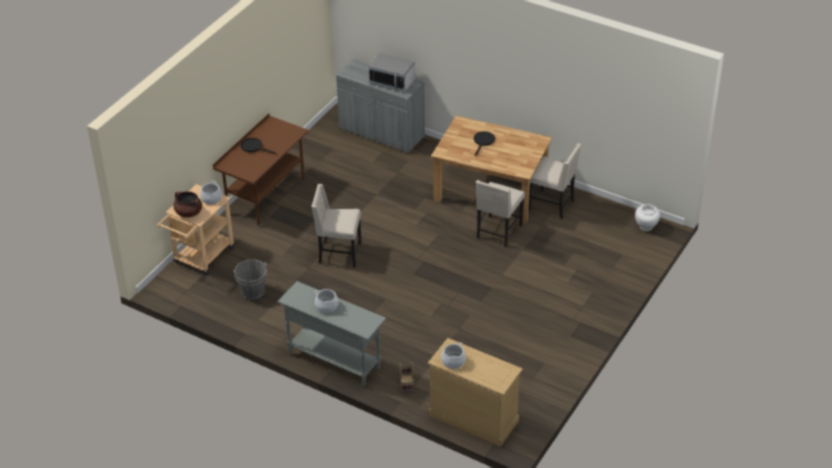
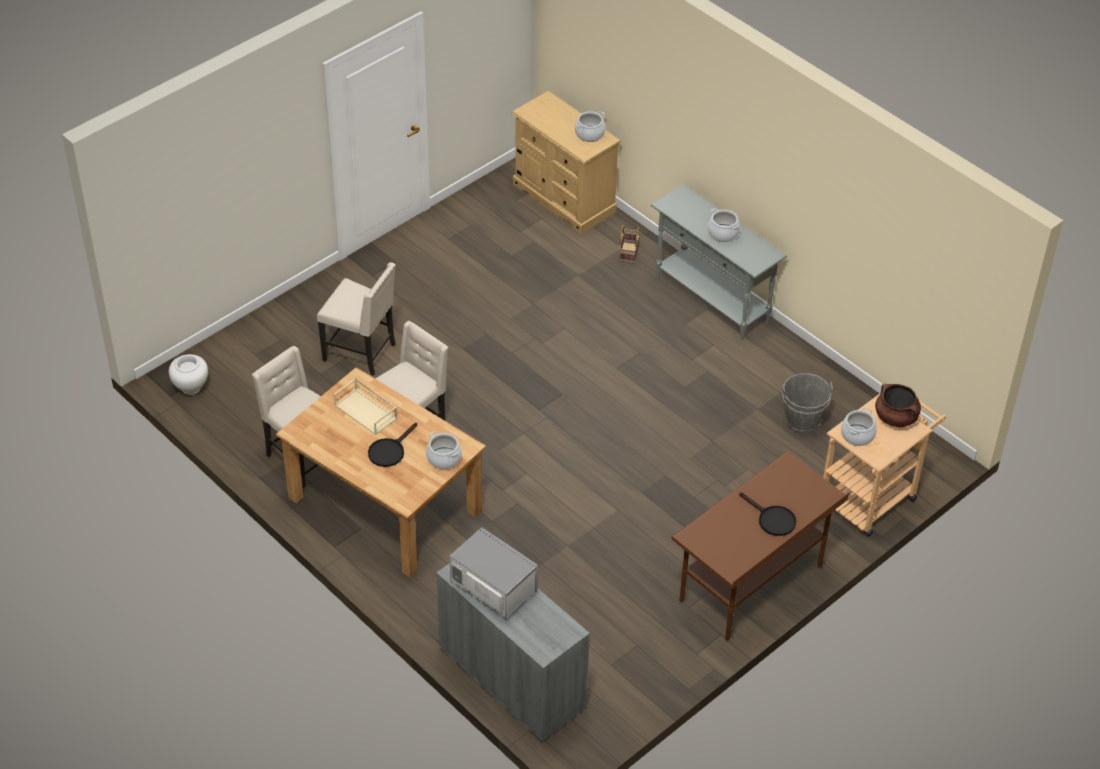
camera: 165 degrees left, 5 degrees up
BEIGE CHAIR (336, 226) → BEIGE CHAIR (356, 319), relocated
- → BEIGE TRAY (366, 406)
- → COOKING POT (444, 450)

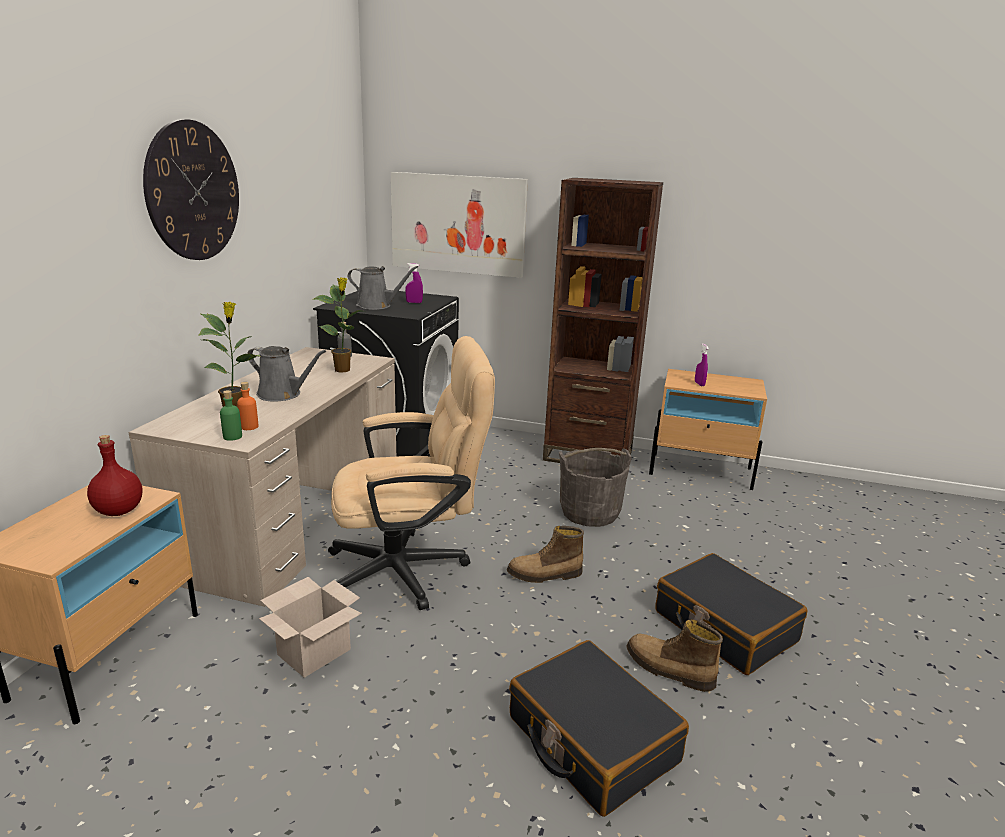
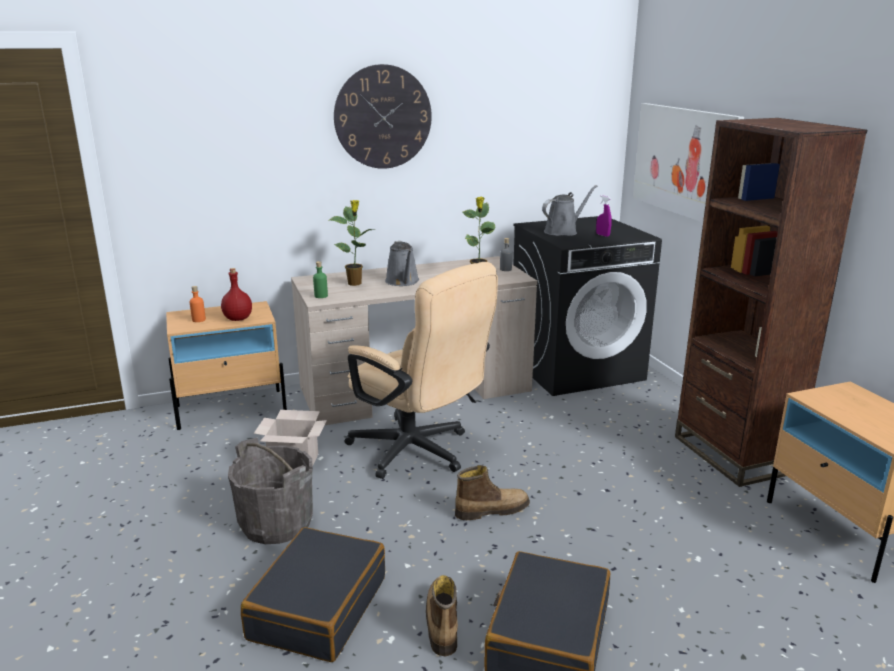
camera: 55 degrees right, 0 degrees up
ORANGE BOTTLE (248, 406) → ORANGE BOTTLE (198, 304), relocated
GREY BUCKET (595, 487) → GREY BUCKET (270, 490), relocated
BOOT (545, 554) → BOOT (492, 492), 120 degrees clockwise
GREY WATERING CAN (383, 288) → GREY WATERING CAN (569, 210), 105 degrees counterclockwise
PURPLE SPRAY BOTTLE (702, 364) → -

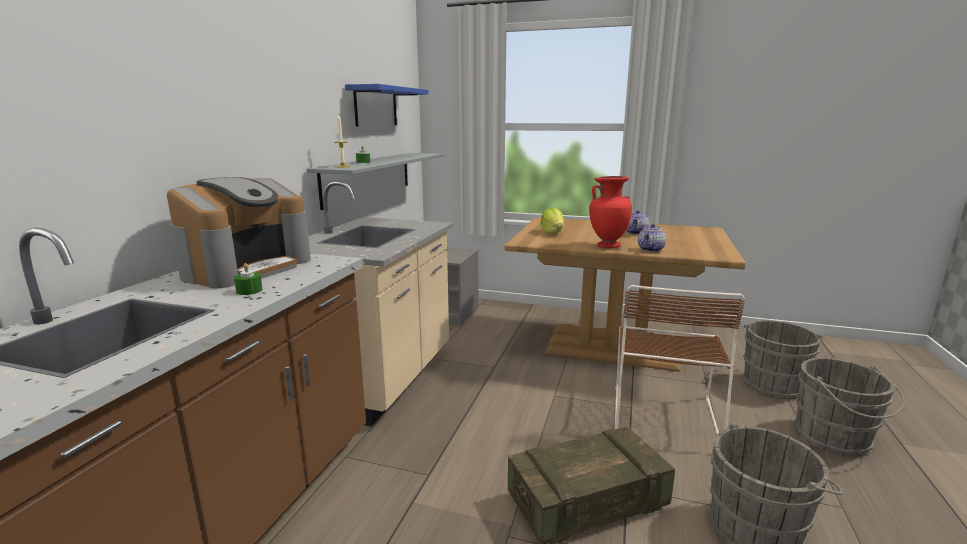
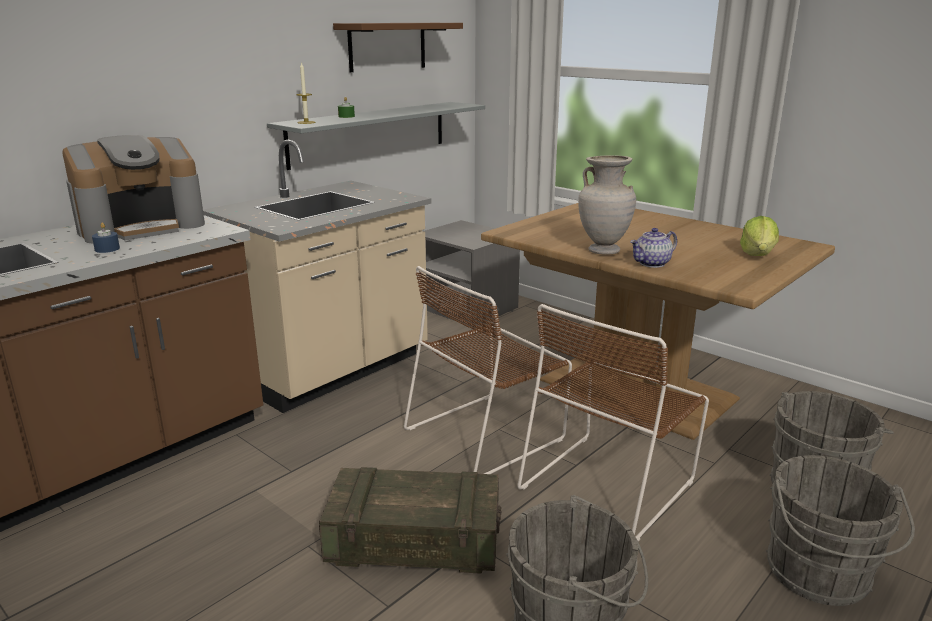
camera: 25 degrees right, 5 degrees up
GREEN CANDLE (248, 279) → BLUE CANDLE (106, 238)
BLUE SHELF (387, 105) → BROWN SHELF (398, 47)
- → BROWN CHAIR (488, 370)
RED VASE (610, 212) → BEIGE VASE (607, 205)
LETTUCE (552, 221) → LETTUCE (759, 236), relocated
TEAPOT (637, 222) → -

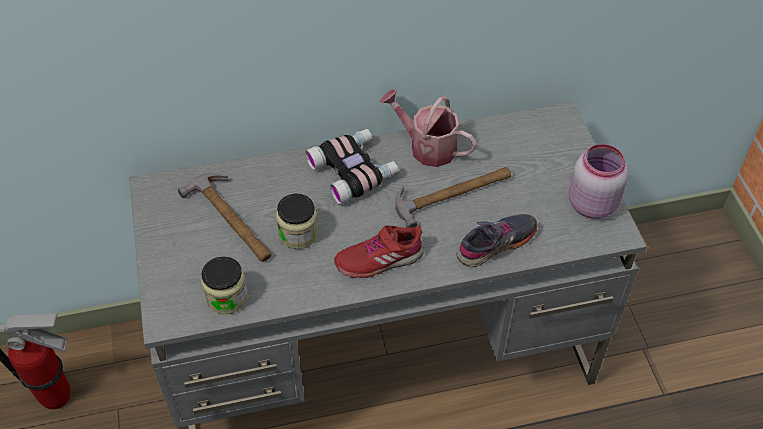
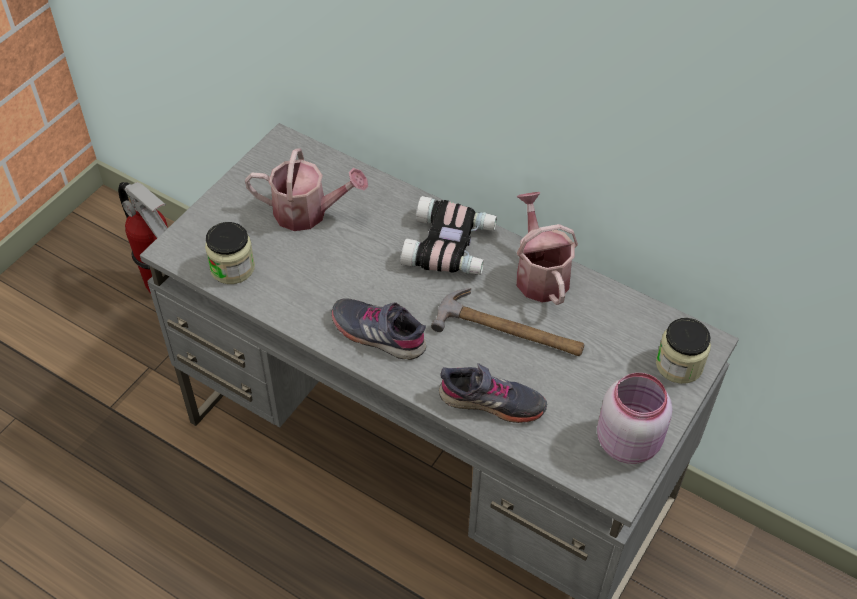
camera: 45 degrees right, 0 degrees up
HAMMER (225, 217) → WATERING CAN (306, 189)
RED SHOE (379, 251) → GREY SHOE (378, 329)
JAR (297, 221) → JAR (683, 351), relocated

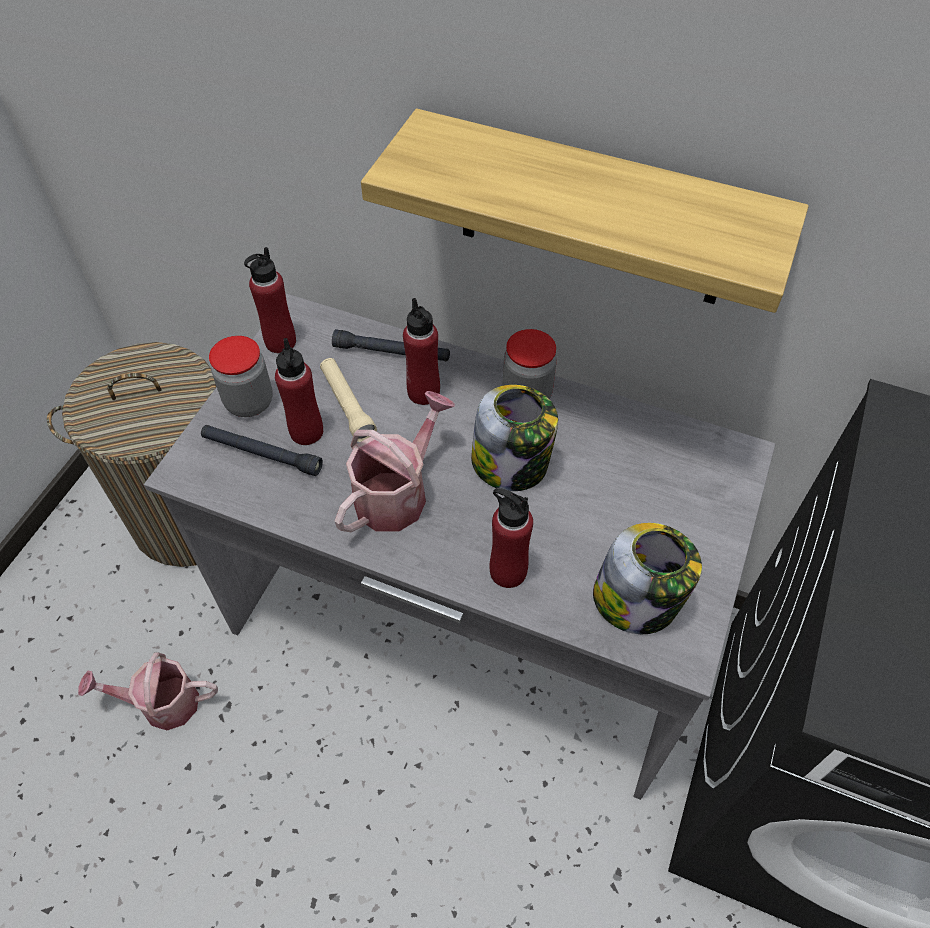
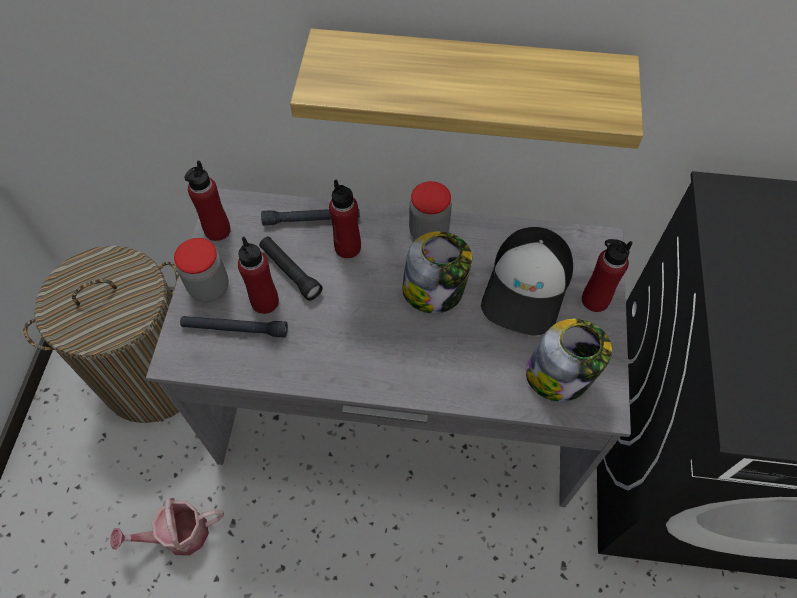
camera: 15 degrees left, 5 degrees up
BEIGE FLASHLIGHT (348, 400) → BLACK FLASHLIGHT (291, 269)
- → CAP (527, 281)
RED BOTTLE (511, 538) → RED BOTTLE (607, 275), relocated
WATERING CAN (395, 461) → -

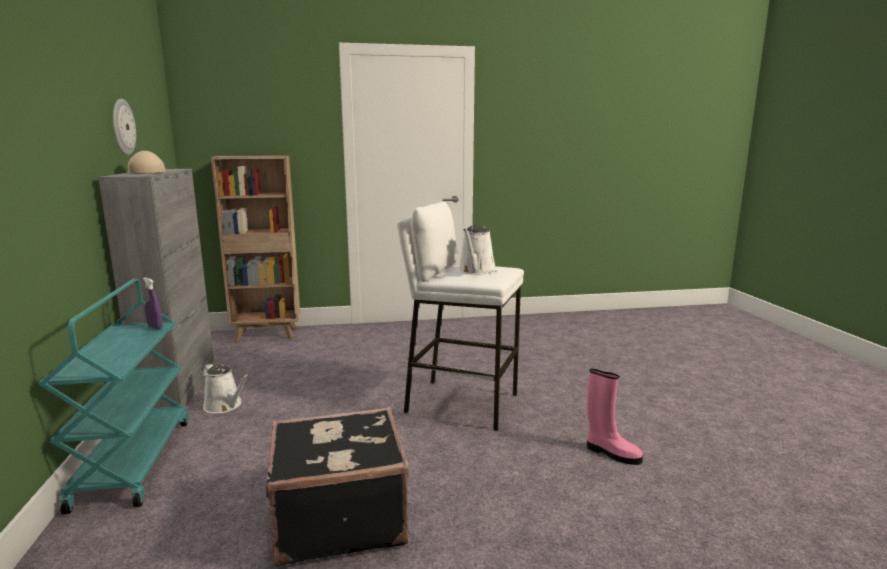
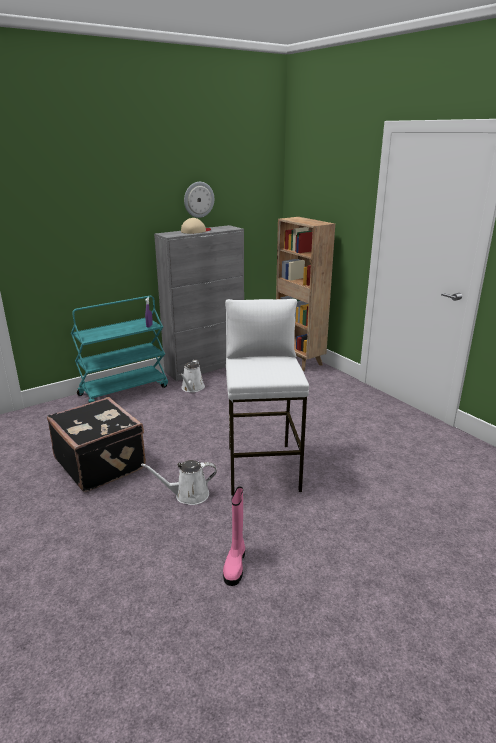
camera: 65 degrees right, 10 degrees up
WHITE WATERING CAN (477, 250) → WHITE WATERING CAN (179, 482), relocated

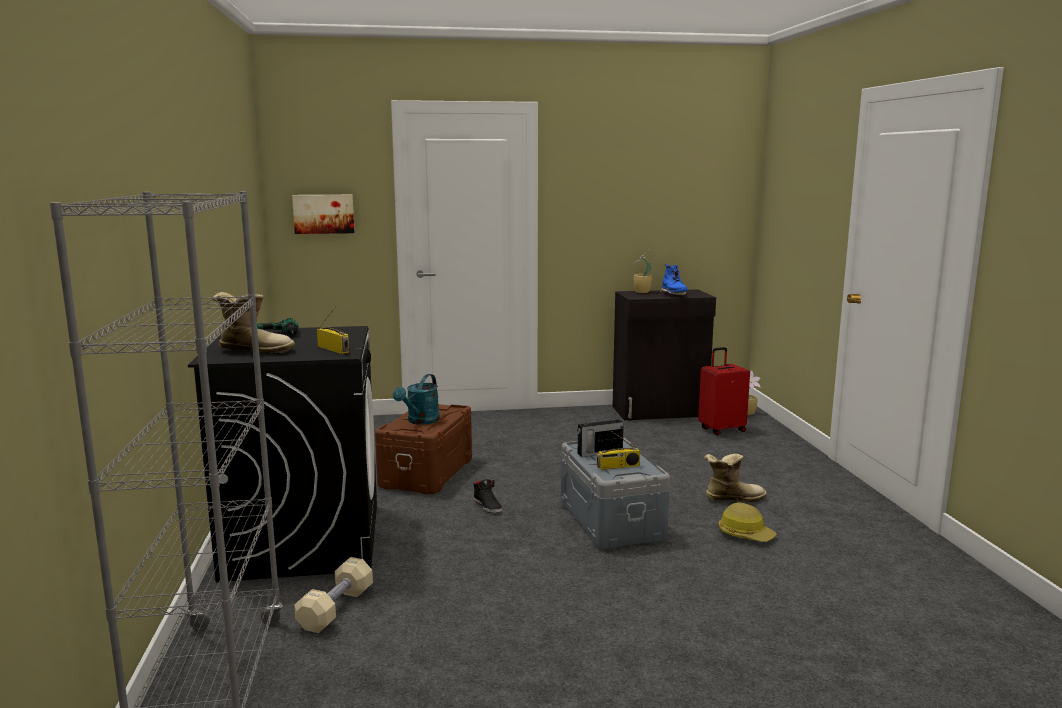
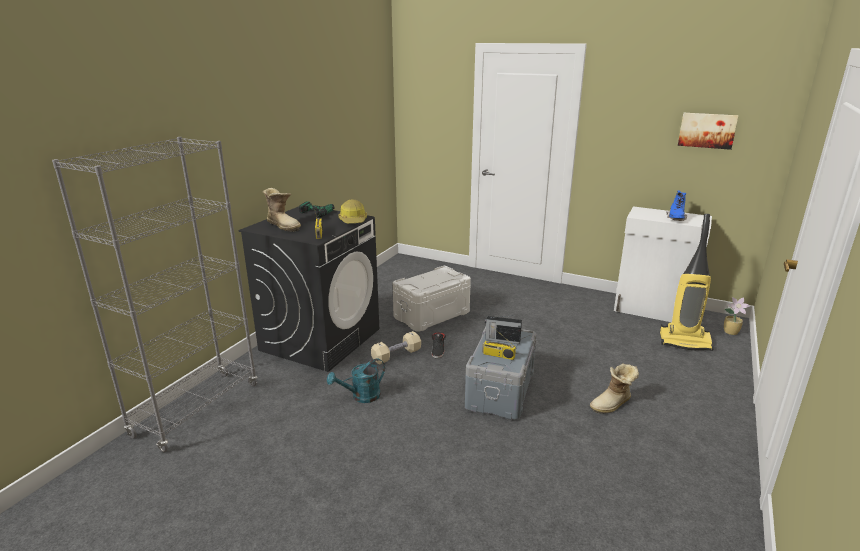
camera: 35 degrees right, 10 degrees up
TURQUOISE WATERING CAN (416, 399) → TURQUOISE WATERING CAN (356, 380), relocated
HARD HAT (748, 522) → HARD HAT (352, 211), relocated
BEIGE DUMBBELL (333, 595) → BEIGE DUMBBELL (396, 348), relocated
BROWN STORAGE BOX (423, 449) → WHITE STORAGE BOX (432, 299)
BOOT (735, 478) → BOOT (614, 388), 120 degrees clockwise
BLACK CABINET (664, 354) → WHITE CABINET (663, 264)
RED SUITCASE (724, 391) → VACUUM CLEANER (687, 282)
PICTURE (323, 214) → PICTURE (708, 131), relocated
POTTED PLANT (642, 271) → -

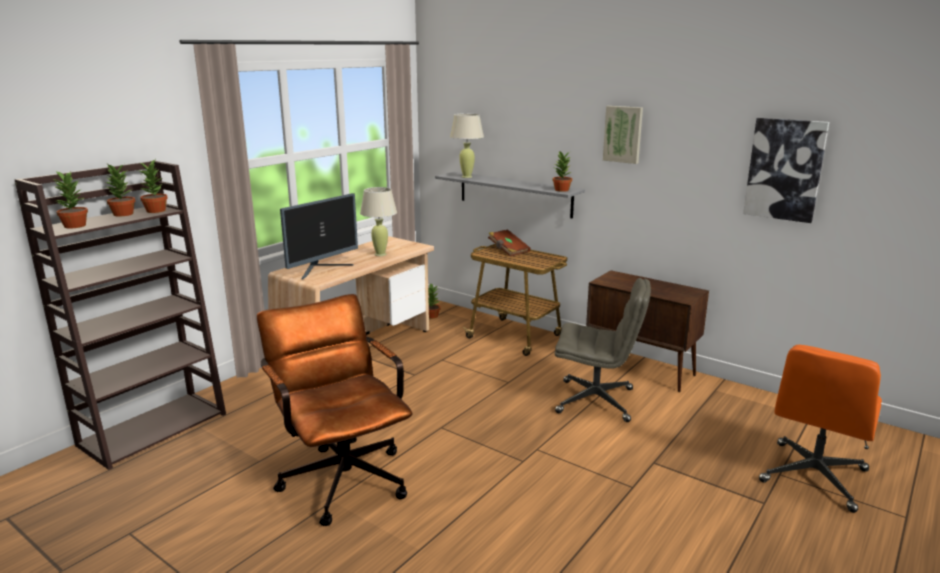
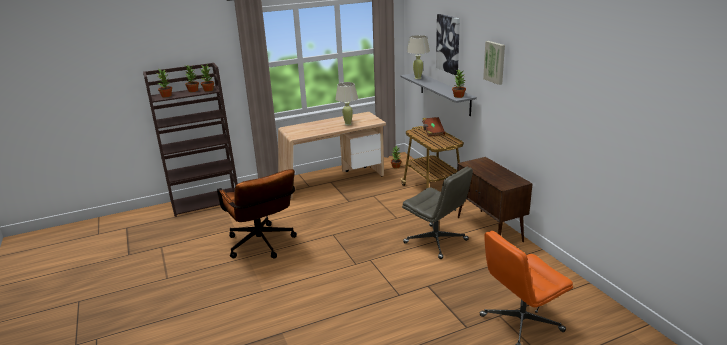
camera: 30 degrees right, 5 degrees up
BROWN OFFICE CHAIR (335, 410) → BROWN OFFICE CHAIR (257, 213), 150 degrees clockwise
PICTURE (786, 170) → PICTURE (448, 44), relocated
MONITOR (319, 236) → -

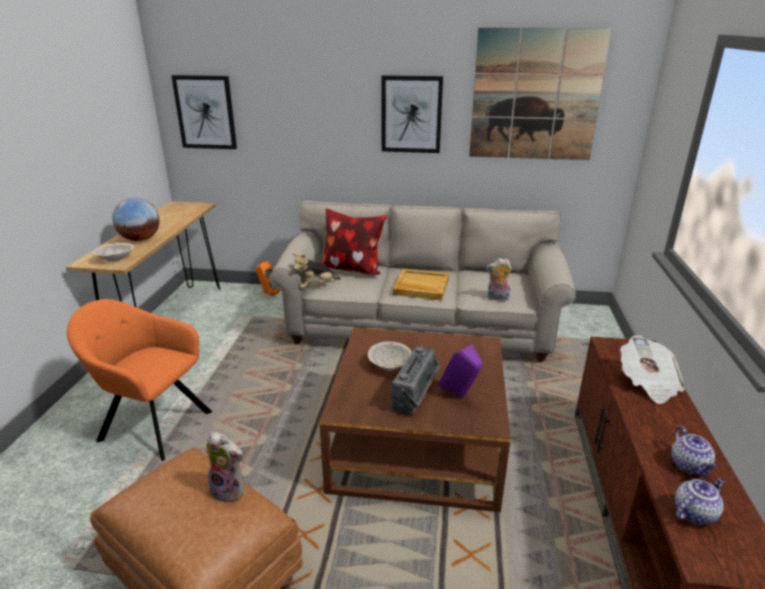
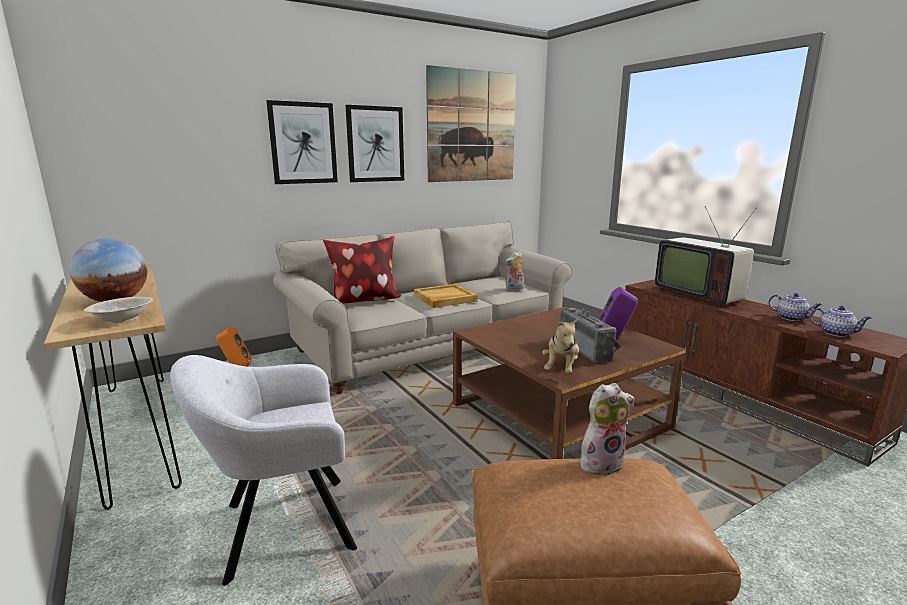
camera: 40 degrees left, 10 degrees down
ORANGE ARMCHAIR (139, 380) → GREY ARMCHAIR (263, 470)
PICTURE (204, 112) → PICTURE (302, 142), relocated
PLUSH TOY (316, 271) → PLUSH TOY (561, 346), relocated
NEWSPAPER (652, 369) → TELEVISION (706, 256)
TEAPOT (700, 501) → TEAPOT (840, 321), 105 degrees clockwise
BEIGE BOWL (390, 355) → -

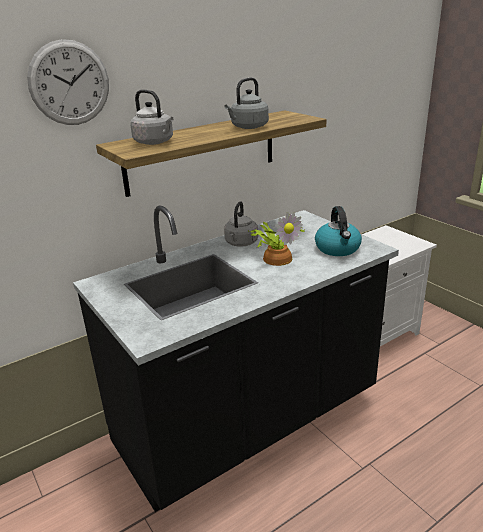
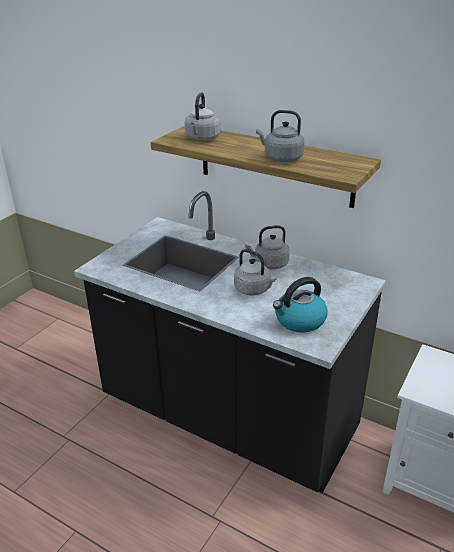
camera: 65 degrees right, 5 degrees up
POTTED PLANT (276, 239) → GREY KETTLE (255, 272)
WALL CLOCK (68, 82) → -

